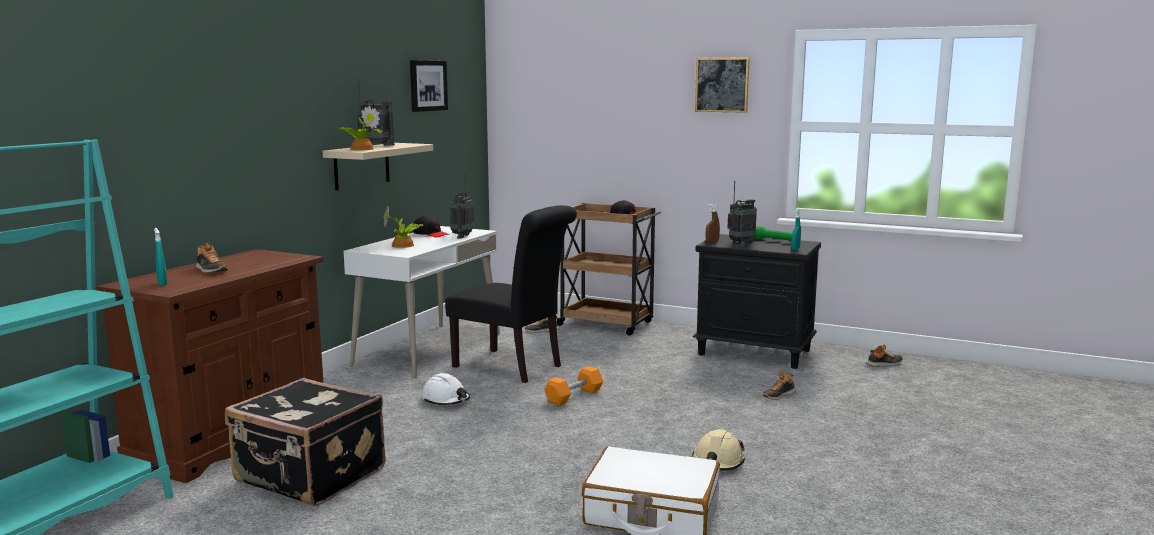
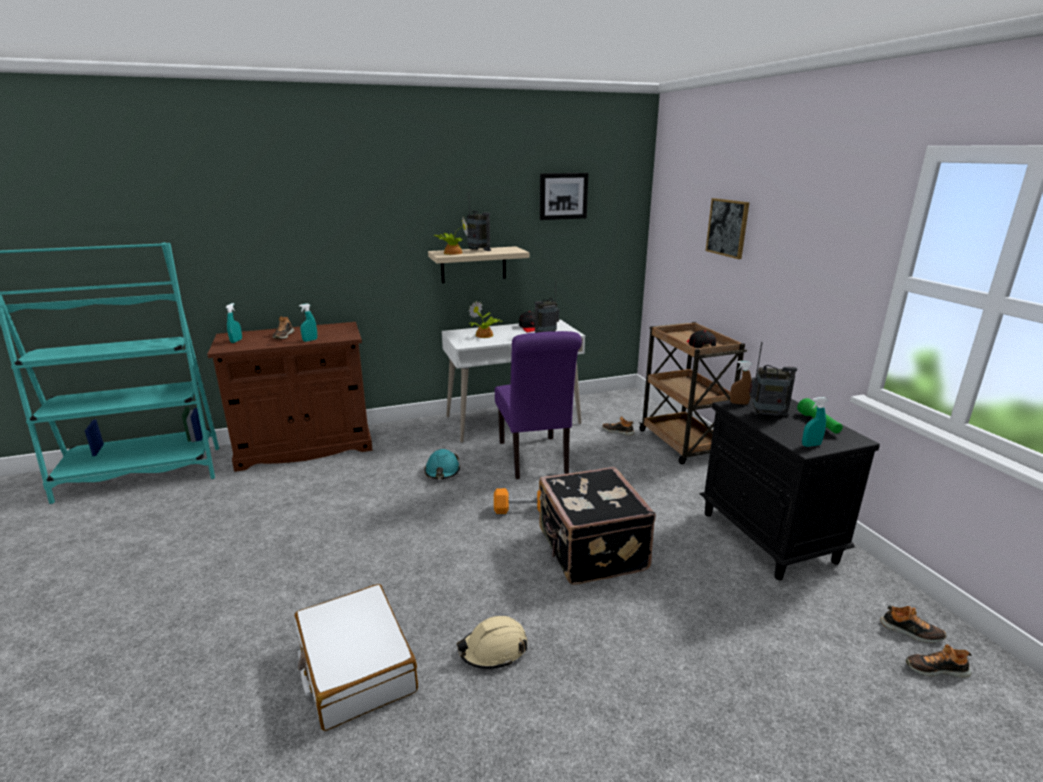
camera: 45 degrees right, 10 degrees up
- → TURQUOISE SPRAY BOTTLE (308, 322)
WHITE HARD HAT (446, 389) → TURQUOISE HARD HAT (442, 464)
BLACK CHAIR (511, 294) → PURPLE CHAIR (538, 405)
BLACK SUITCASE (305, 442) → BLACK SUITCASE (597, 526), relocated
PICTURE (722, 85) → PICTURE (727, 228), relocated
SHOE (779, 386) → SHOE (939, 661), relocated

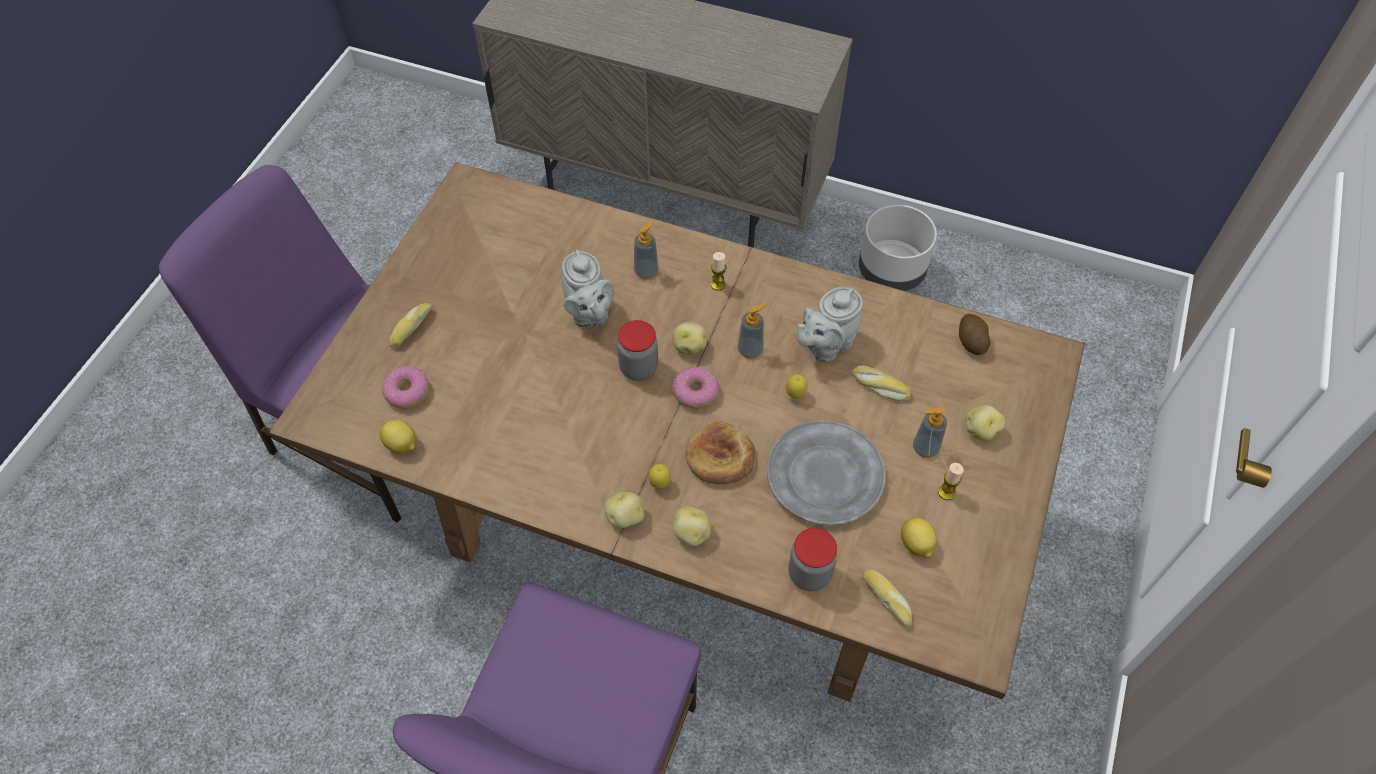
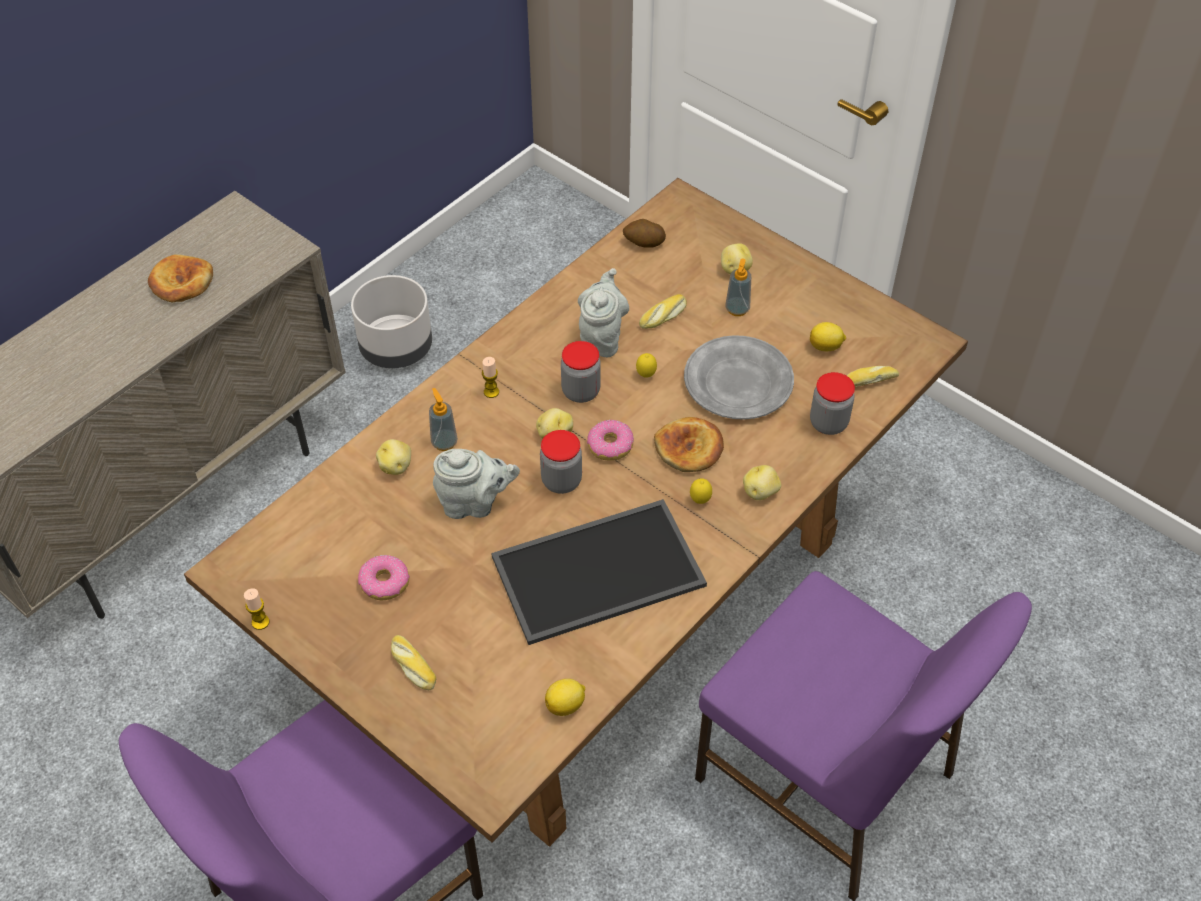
camera: 70 degrees left, 5 degrees down
- → BREAD (180, 278)
CANDLE (951, 481) → CANDLE (257, 609), relocated
DONUT (405, 387) → DONUT (384, 577), relocated
POTATO (624, 510) → POTATO (393, 457), relocated
- → TRAY (599, 572)
SOAP DISPENSER (751, 331) → JAR (581, 372)
GREY TEAPOT (830, 324) → GREY TEAPOT (603, 312), 150 degrees counterclockwise

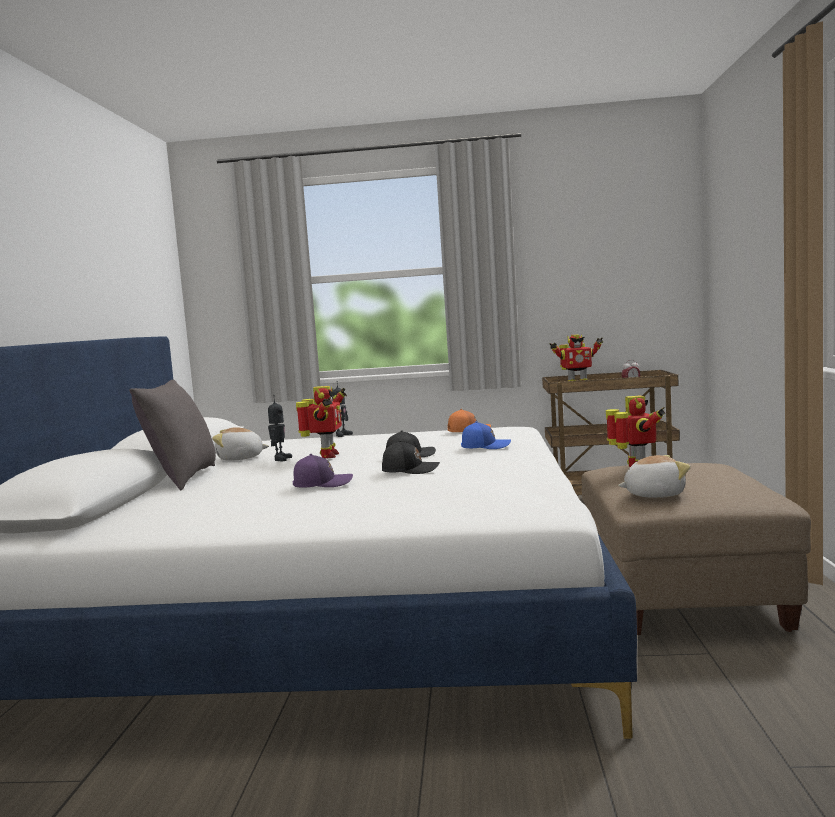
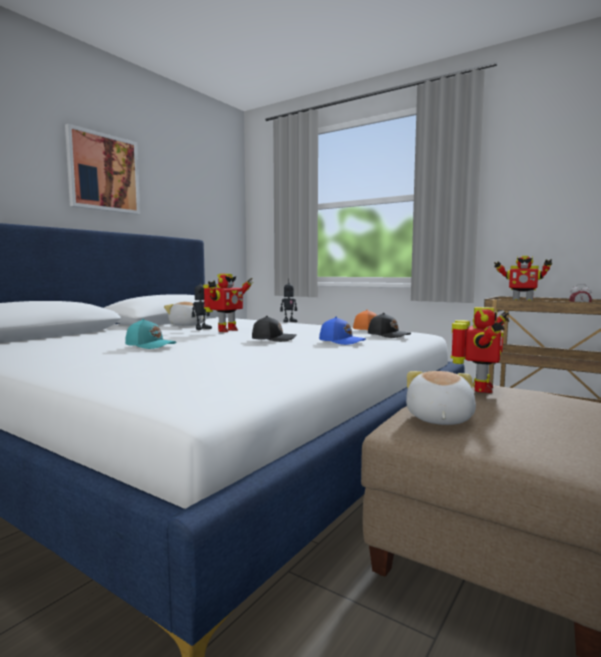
camera: 30 degrees right, 0 degrees up
- → PICTURE (102, 169)
PURPLE CAP (323, 470) → TURQUOISE CAP (150, 334)
BLACK CAP (411, 457) → BLACK CAP (389, 325), relocated
PLUSH TOY (654, 476) → PLUSH TOY (441, 398), 105 degrees counterclockwise
GREY PILLOW (172, 435) → -

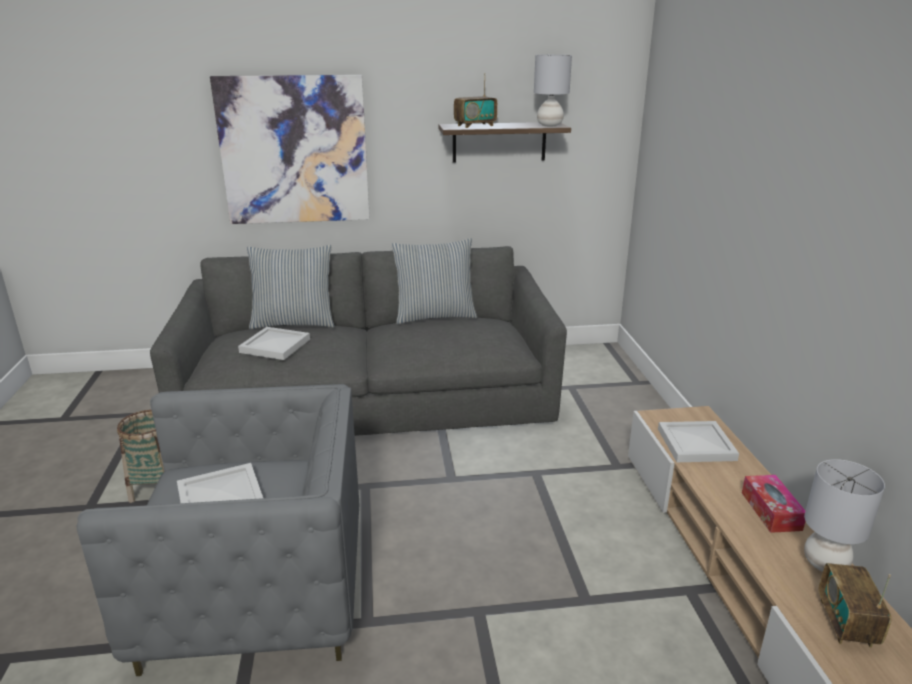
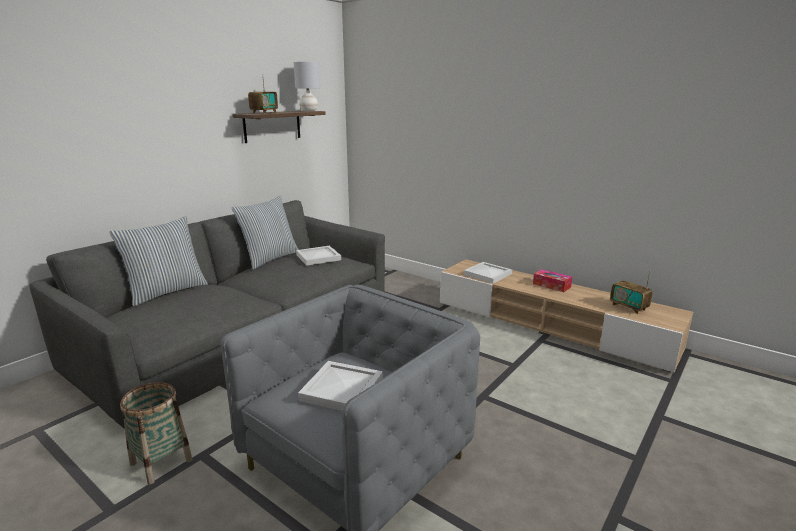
camera: 45 degrees left, 5 degrees down
WHITE TRAY (274, 343) → WHITE TRAY (318, 256), relocated
PICTURE (290, 149) → -
GREY TABLE LAMP (844, 515) → -

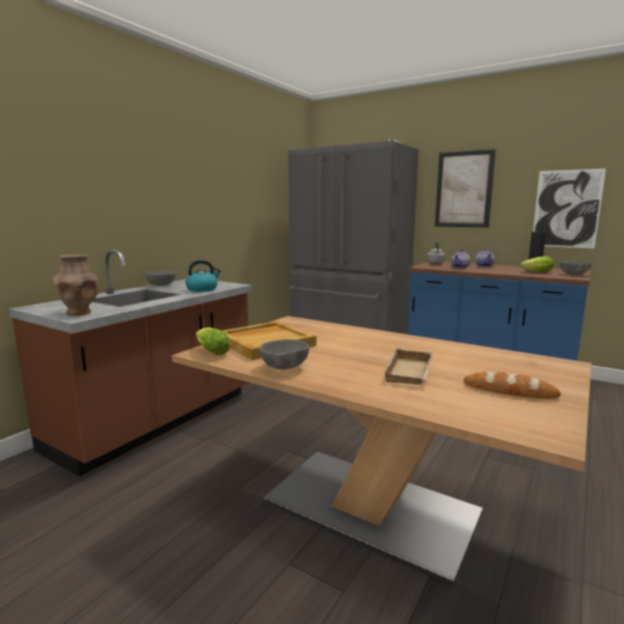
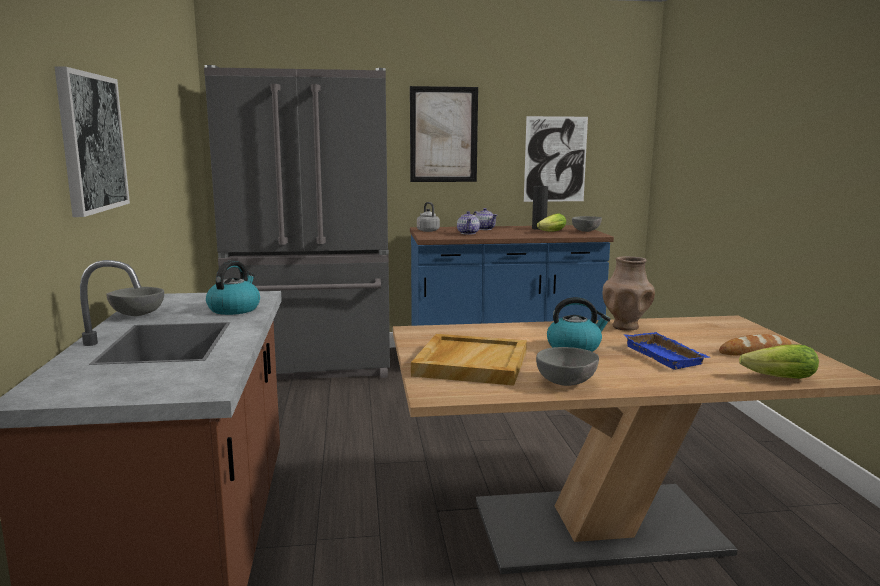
camera: 40 degrees left, 0 degrees up
- → PICTURE (92, 141)
- → KETTLE (579, 324)
BROWN VASE (76, 285) → BROWN VASE (629, 293), relocated
BEIGE TRAY (408, 366) → BLUE TRAY (666, 351)
LETTUCE (213, 341) → LETTUCE (779, 361), relocated

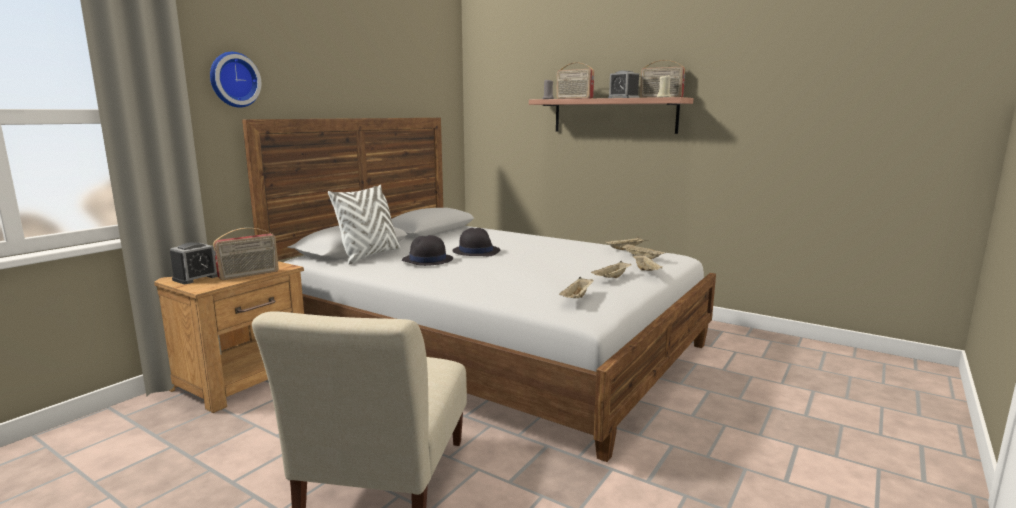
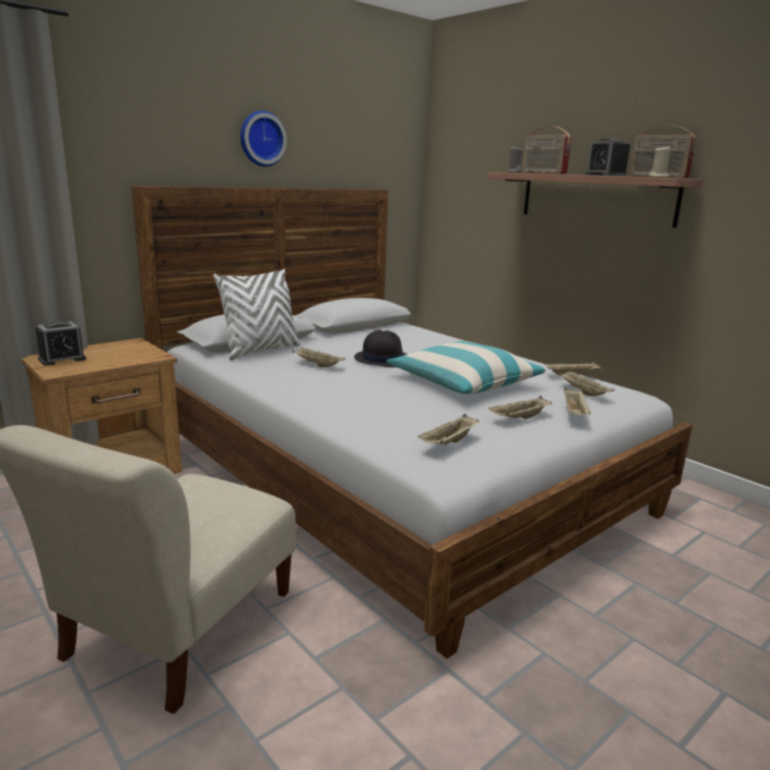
camera: 15 degrees right, 5 degrees up
WALL CLOCK (235, 80) → WALL CLOCK (263, 138), relocated
BLACK HAT (427, 250) → BEIGE TRAY (319, 357)
- → PILLOW (466, 368)
RADIO (246, 254) → -

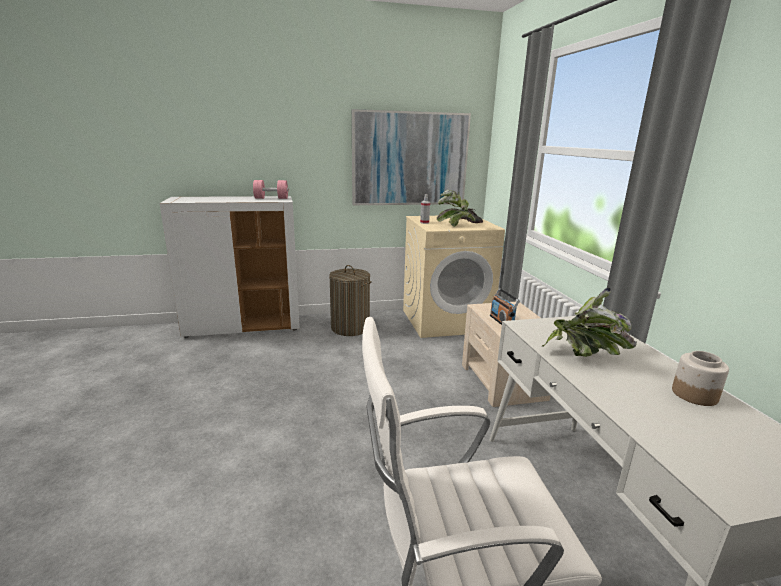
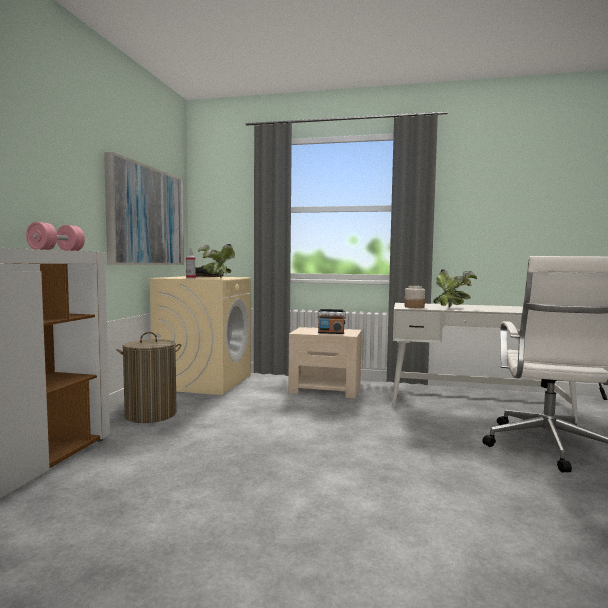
camera: 65 degrees left, 15 degrees down
JAR (700, 378) → JAR (415, 297), relocated

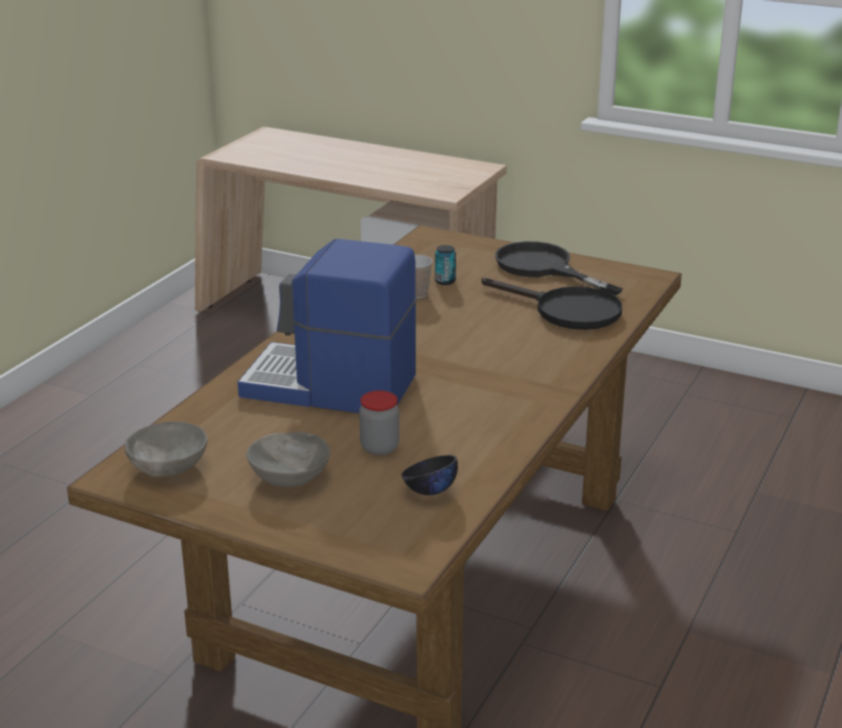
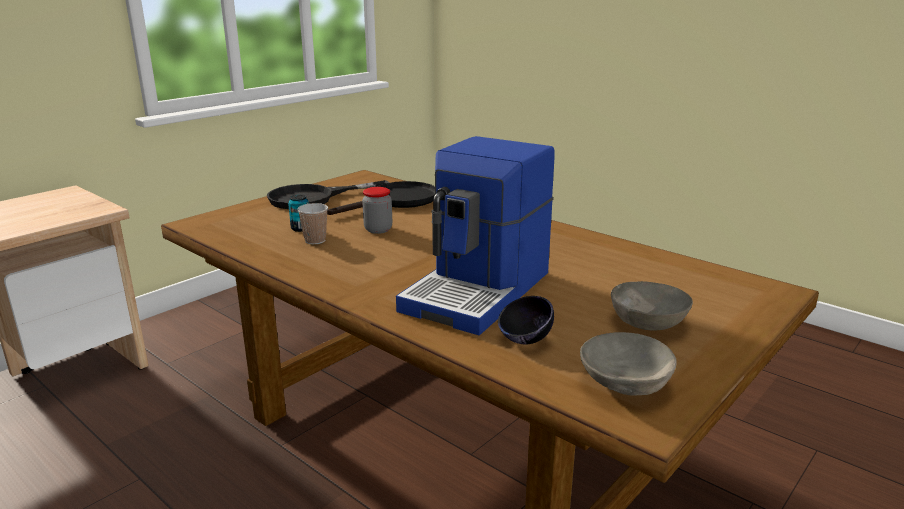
camera: 75 degrees left, 5 degrees down
JAR (379, 423) → JAR (377, 210), relocated
BLACK BOWL (429, 475) → BLACK BOWL (526, 320), relocated

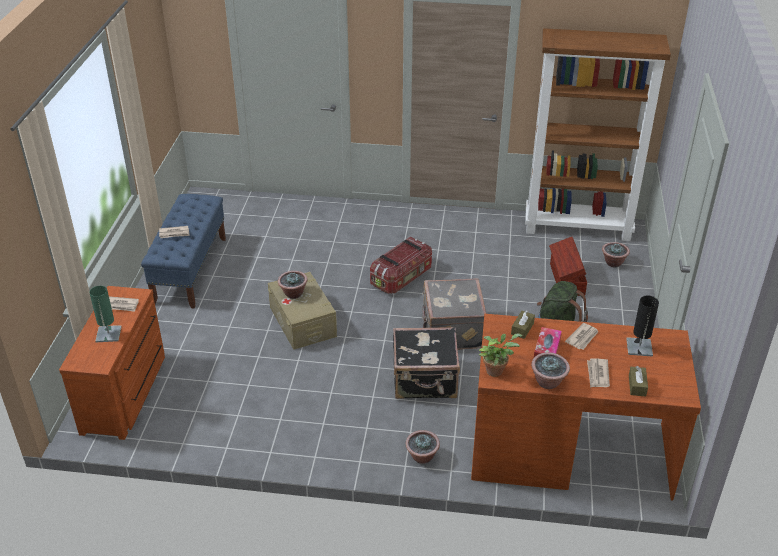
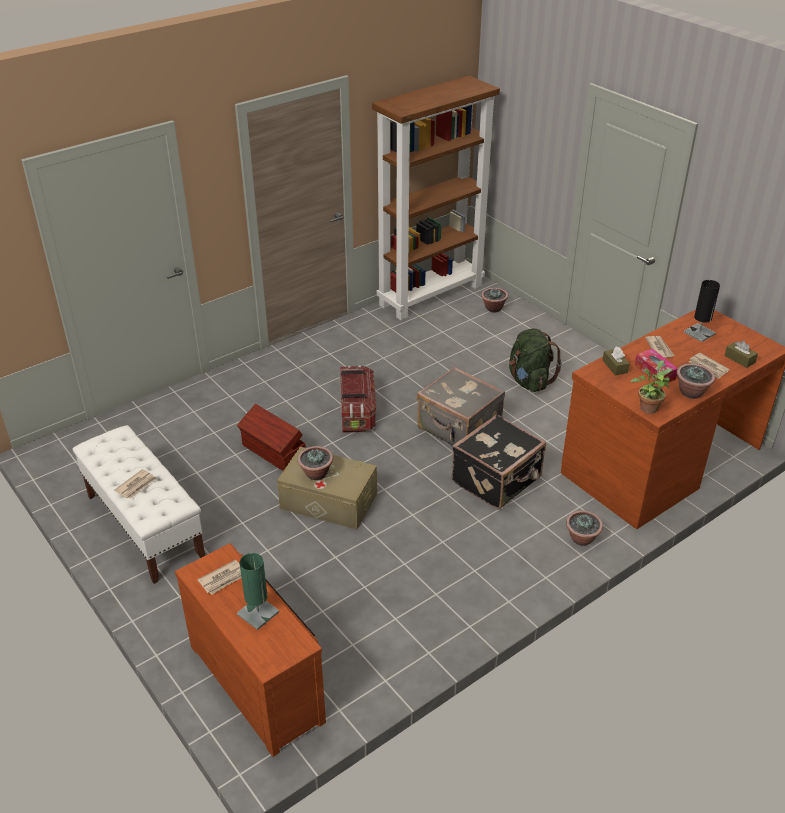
camera: 45 degrees left, 0 degrees up
BLUE BENCH (183, 251) → WHITE BENCH (139, 504)
BROWN STORAGE BOX (568, 266) → BROWN STORAGE BOX (271, 437), relocated

